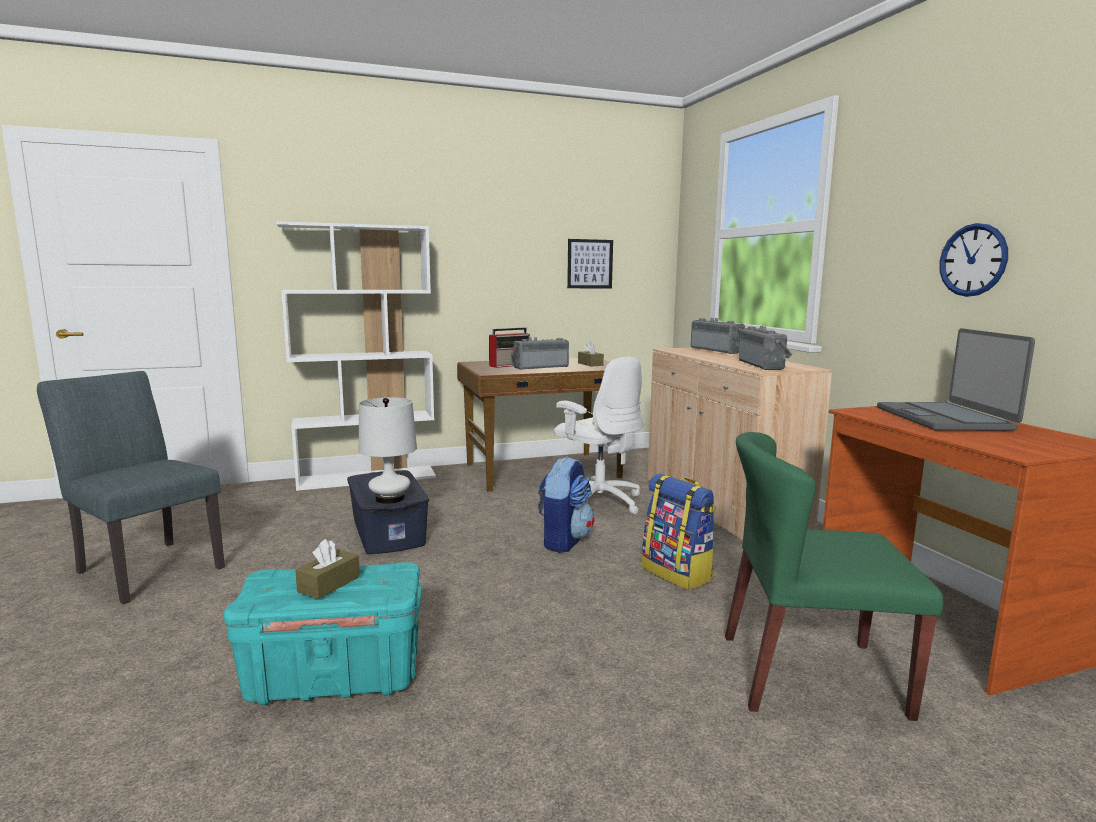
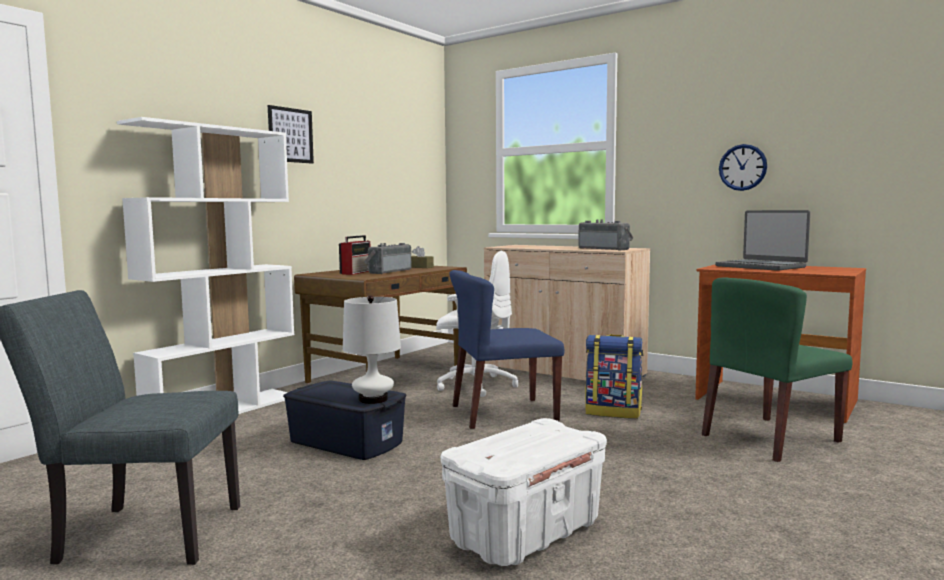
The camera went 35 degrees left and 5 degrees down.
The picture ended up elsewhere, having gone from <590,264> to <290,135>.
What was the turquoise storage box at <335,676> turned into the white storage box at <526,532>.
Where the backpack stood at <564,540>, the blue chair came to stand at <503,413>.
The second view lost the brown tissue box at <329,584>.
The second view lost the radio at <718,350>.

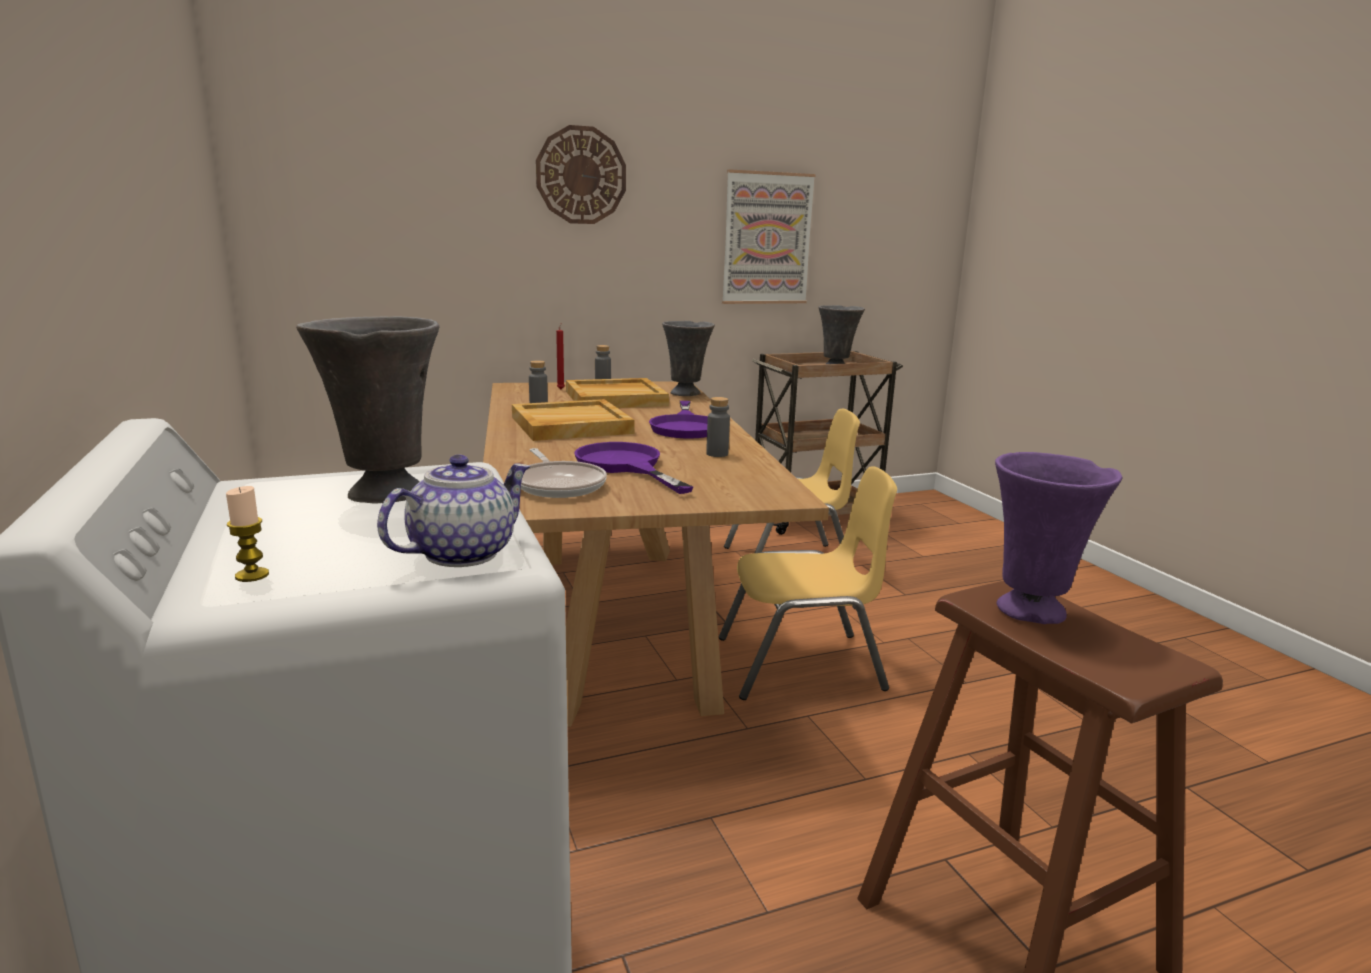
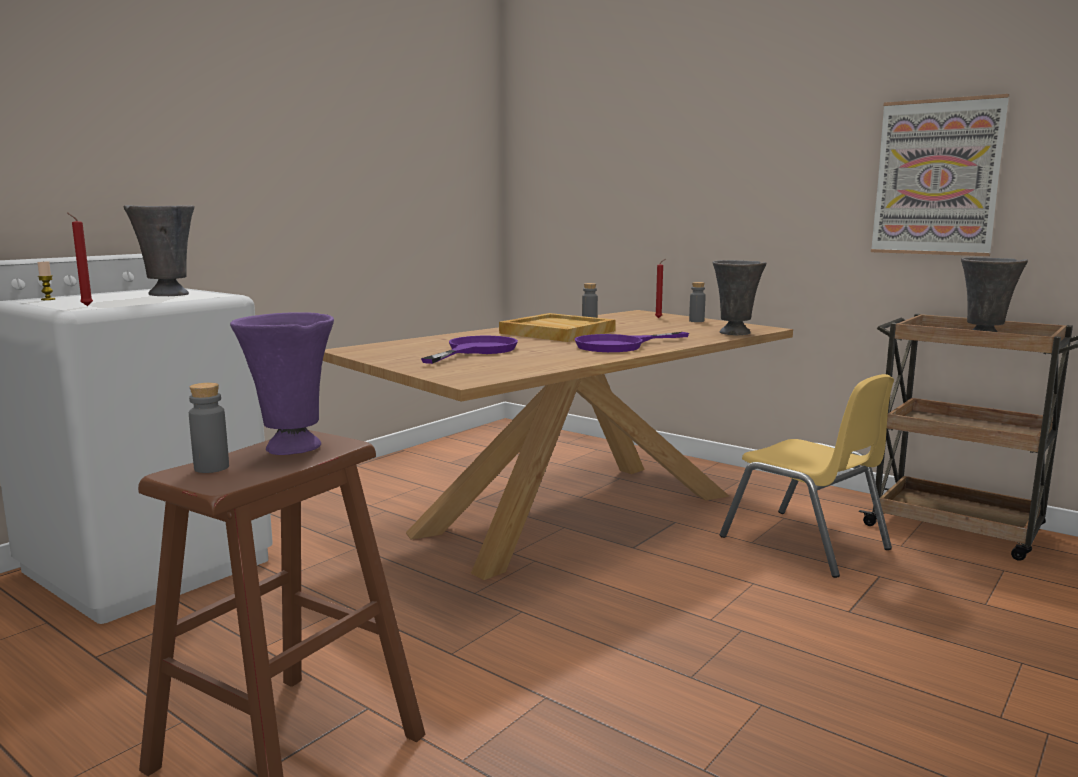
The camera went 60 degrees right and 5 degrees down.
Where the teapot stood at <462,553>, the red candle came to stand at <85,306>.
The grey bottle ended up elsewhere, having gone from <717,454> to <211,468>.
The second view lost the frying pan at <559,485>.
The second view lost the wall clock at <581,175>.
The second view lost the beige tray at <616,398>.
The second view lost the yellow chair at <801,665>.

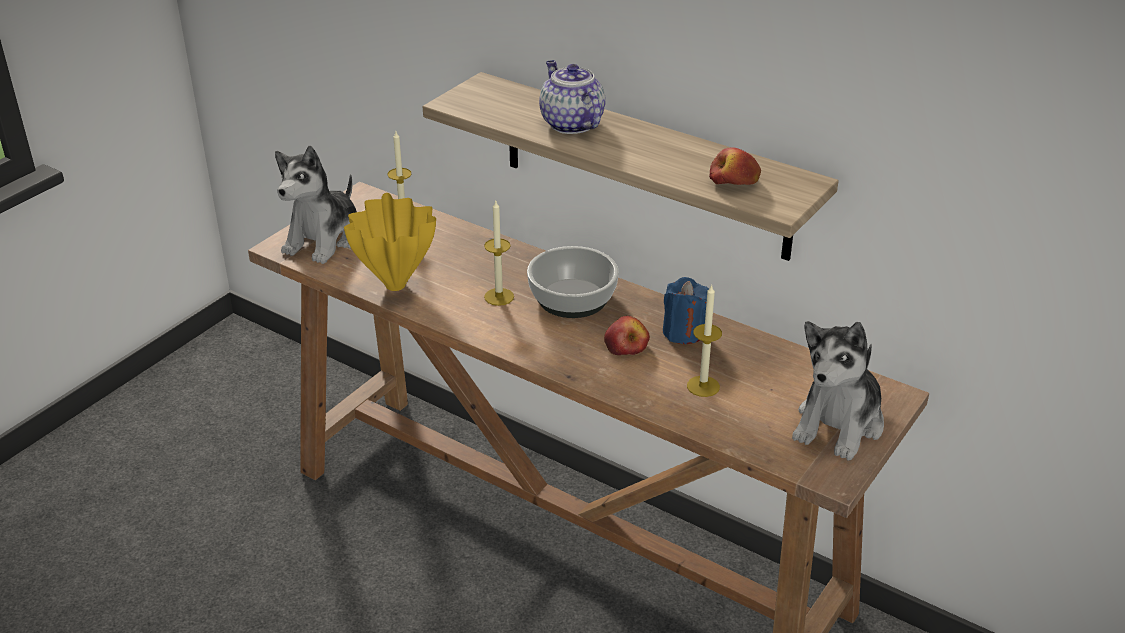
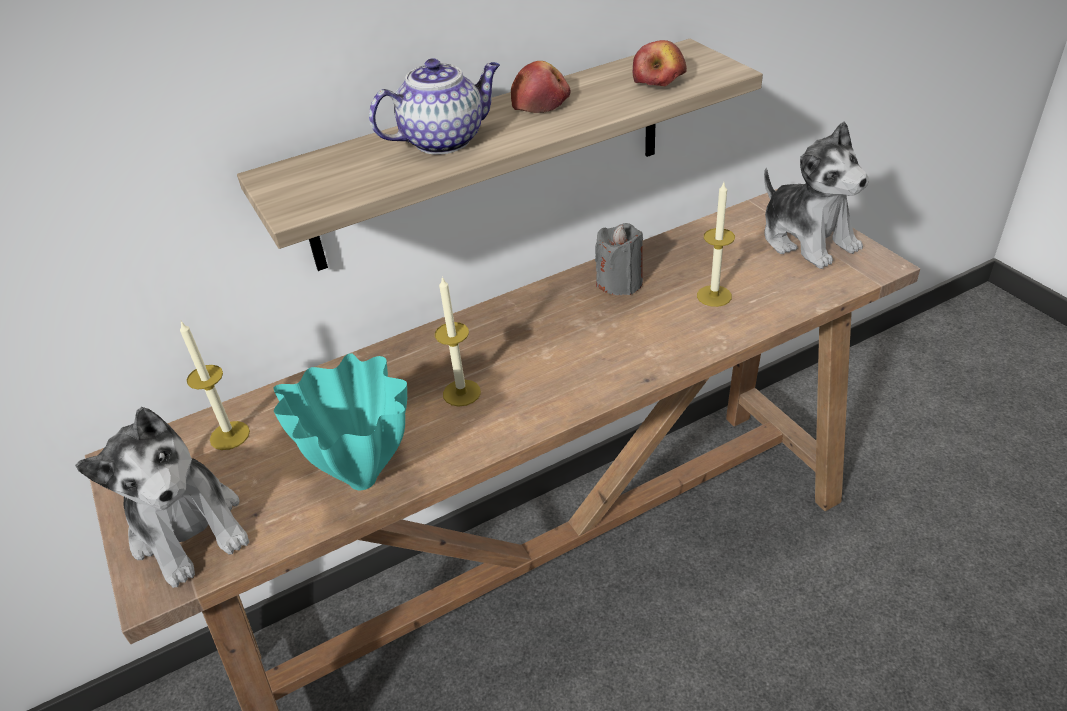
The camera went 60 degrees left and 5 degrees up.
What was the yellow vase at <395,286> turned into the turquoise vase at <365,480>.
The teapot at <570,123> ended up facing another way, 150 degrees clockwise from before.
The apple ended up elsewhere, having gone from <626,346> to <541,103>.
What was the blue candle at <683,332> turned into the grey candle at <620,282>.
The second view lost the bowl at <573,297>.

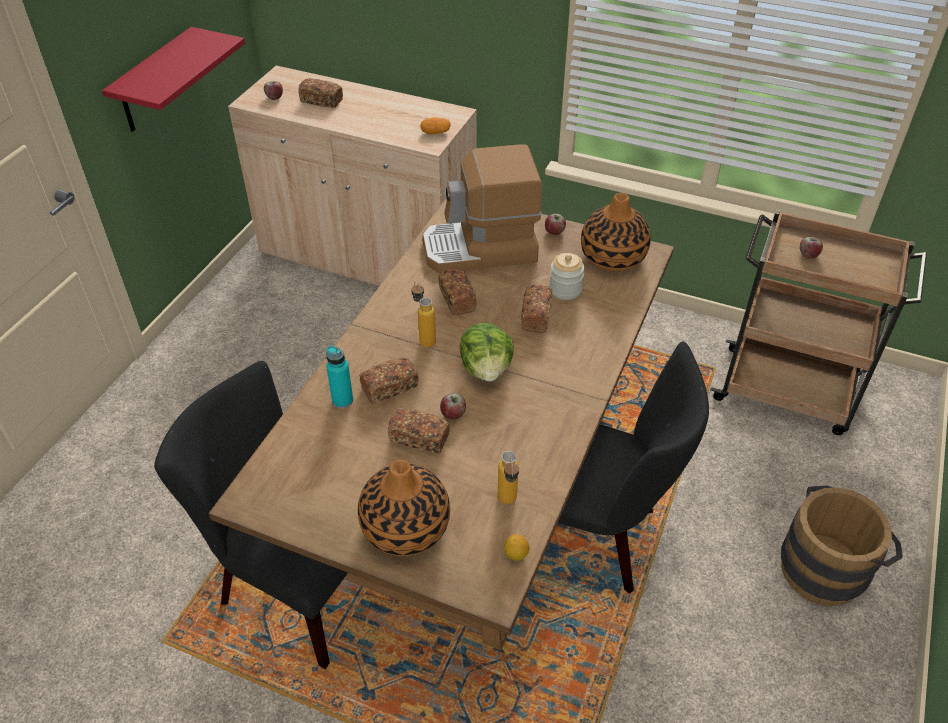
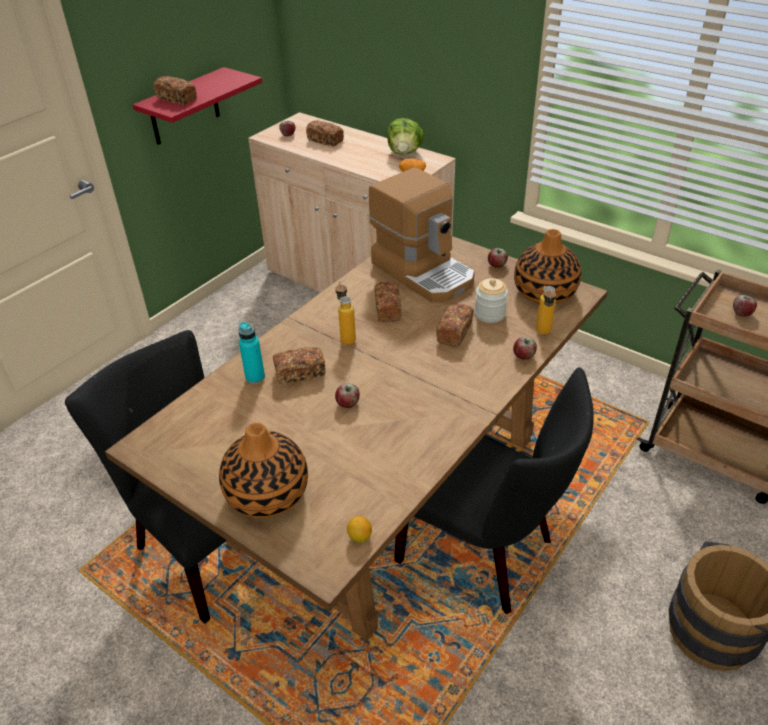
The camera went 15 degrees right and 5 degrees down.
The bread ended up elsewhere, having gone from <419,438> to <177,99>.
The coffee machine at <481,249> ended up facing another way, 135 degrees counterclockwise from before.
The lettuce ended up elsewhere, having gone from <486,369> to <405,153>.
The second view gained the apple at <524,356>.
The bottle ended up elsewhere, having gone from <508,503> to <543,334>.

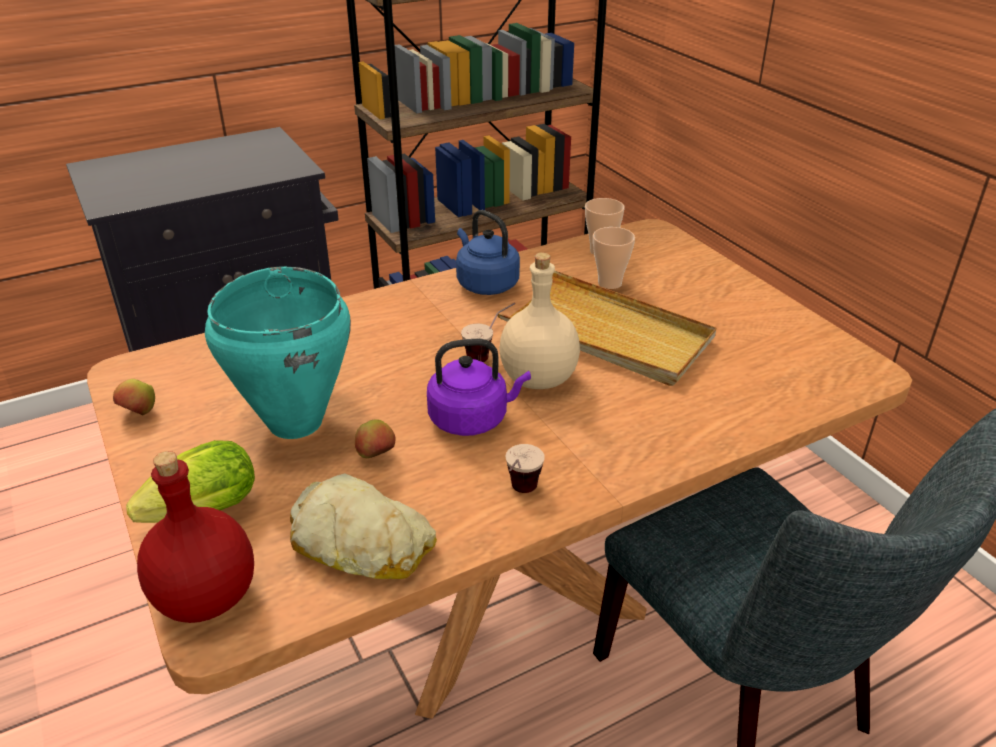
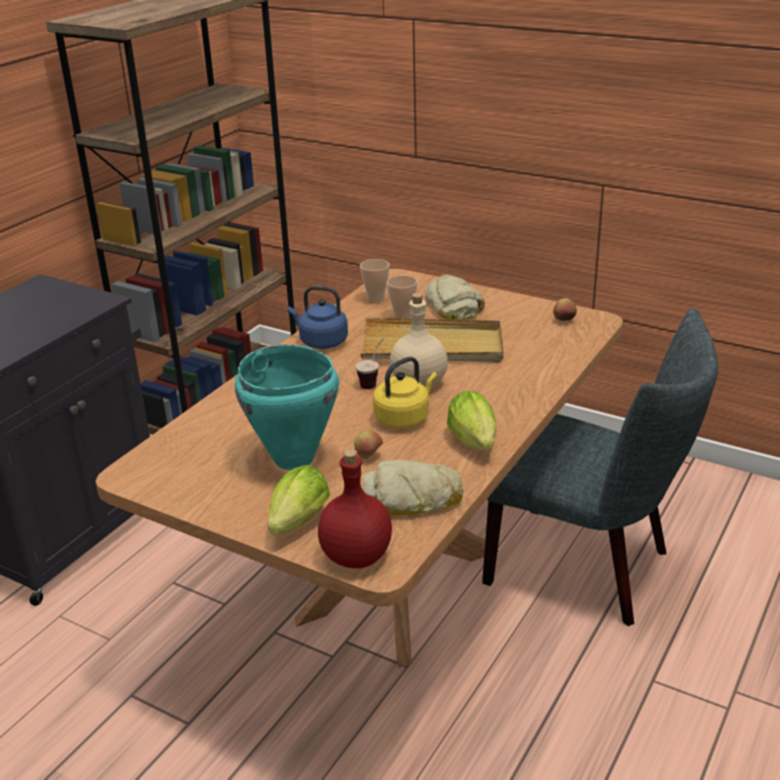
The camera went 30 degrees left and 5 degrees down.
What was the purple kettle at <472,419> turned into the yellow kettle at <404,418>.
The second view gained the bread at <453,306>.
Where the cup stood at <520,495>, the lettuce came to stand at <475,444>.
The apple ended up elsewhere, having gone from <139,413> to <564,320>.

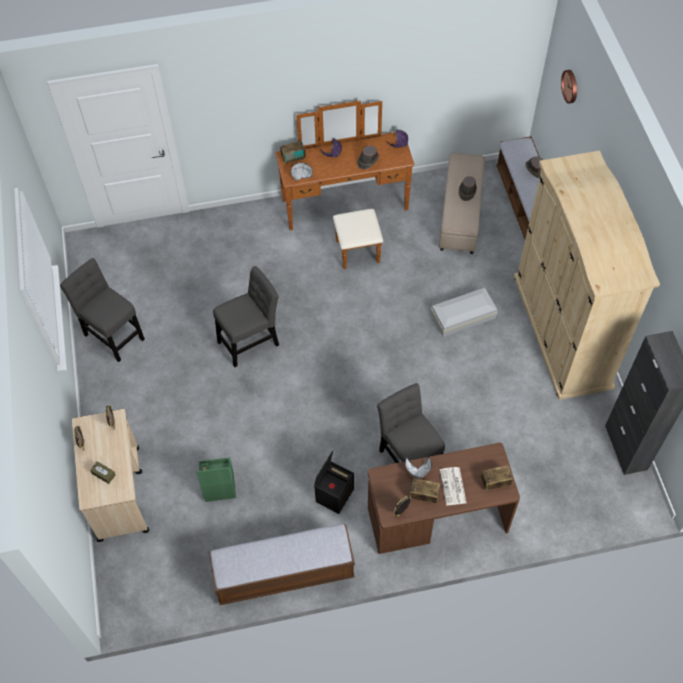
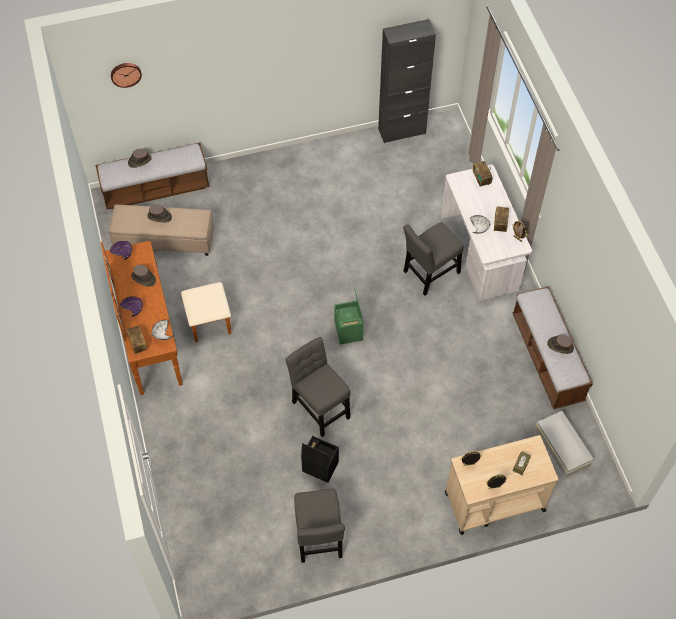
The camera went 95 degrees left and 0 degrees up.
The grey chair at <112,334> ended up facing another way, 45 degrees counterclockwise from before.
The black storage box ended up elsewhere, having gone from <334,494> to <319,467>.
The green storage box ended up elsewhere, having gone from <218,488> to <349,331>.
What was the brown desk at <437,518> turned into the white desk at <480,253>.
The white storage box ended up elsewhere, having gone from <464,316> to <562,446>.
The second view gained the brown hat at <560,346>.
The second view lost the newspaper at <453,487>.
The second view lost the beige wardrobe at <562,330>.

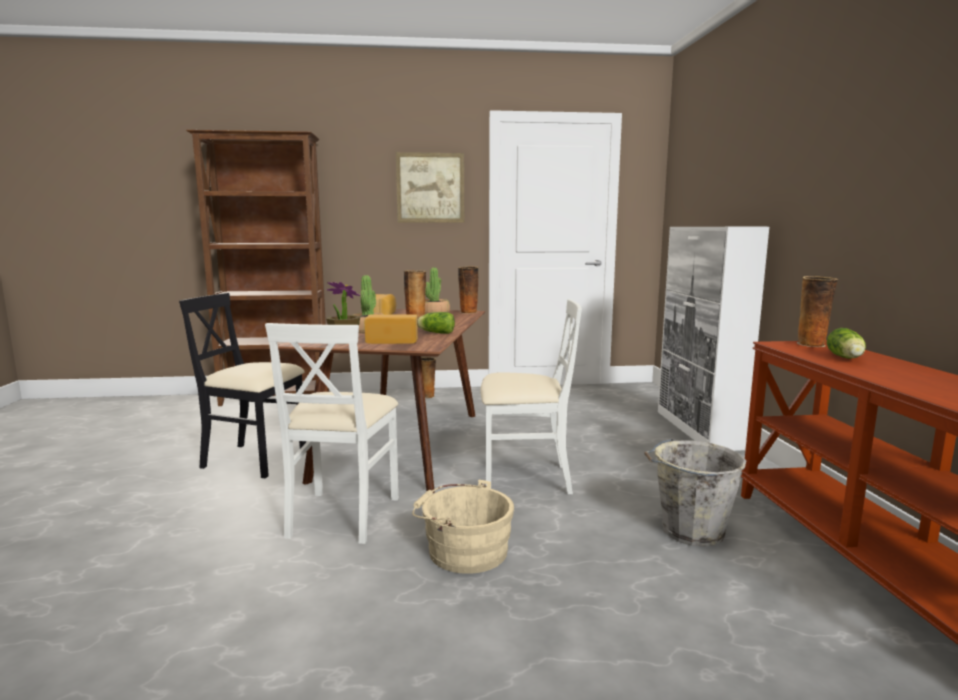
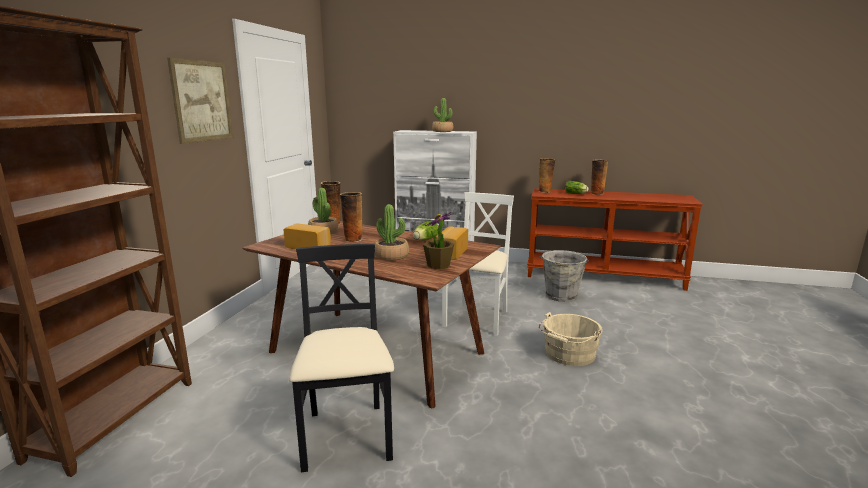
The camera went 70 degrees left and 5 degrees up.
The black chair at <255,459> ended up facing another way, 135 degrees clockwise from before.
The second view gained the potted plant at <442,131>.
The vase ended up elsewhere, having gone from <427,396> to <596,193>.
The second view lost the white chair at <342,515>.

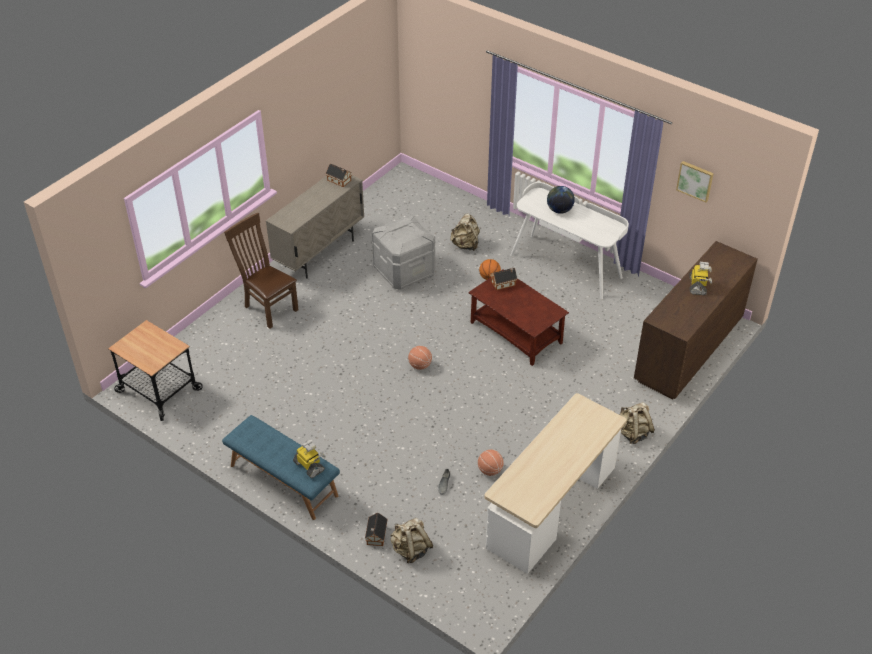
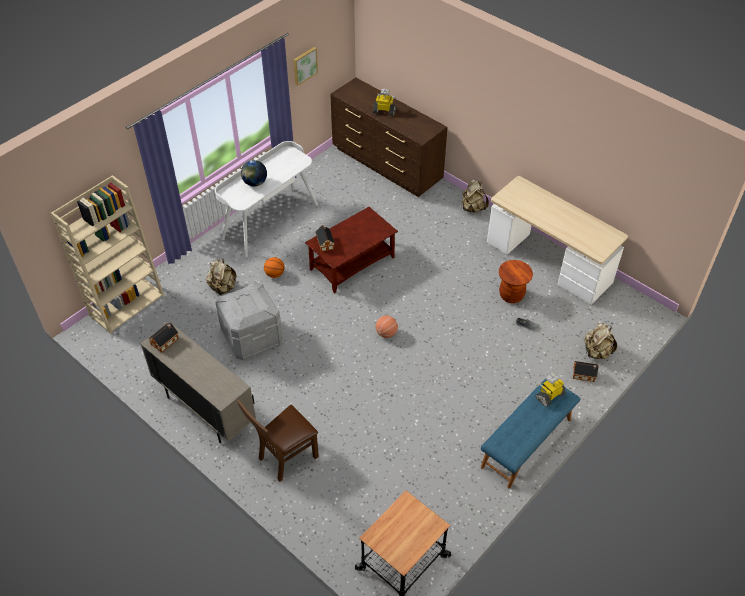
The camera went 85 degrees left and 5 degrees up.
The second view gained the beige bookcase at <127,304>.
Where the basketball stood at <490,470>, the brown stool came to stand at <511,295>.

